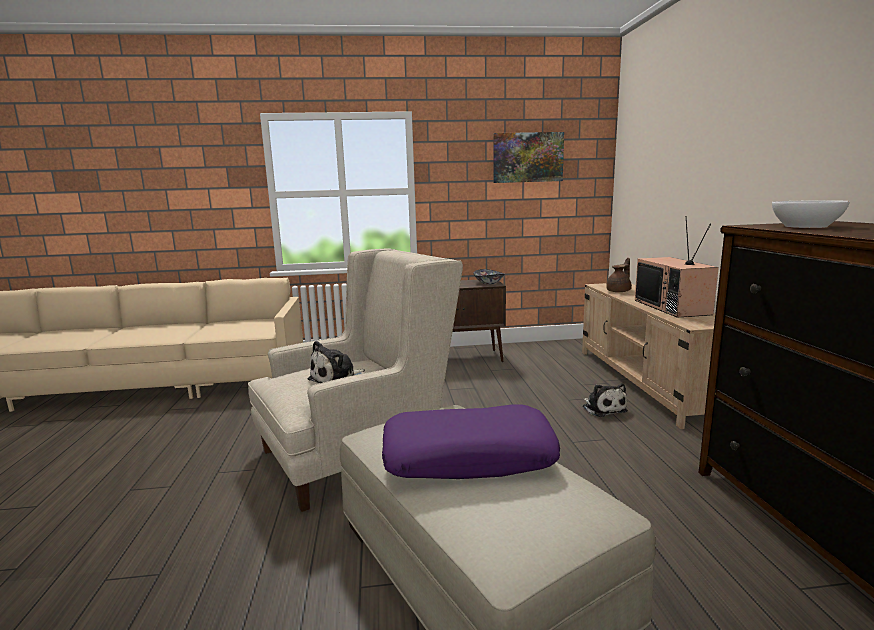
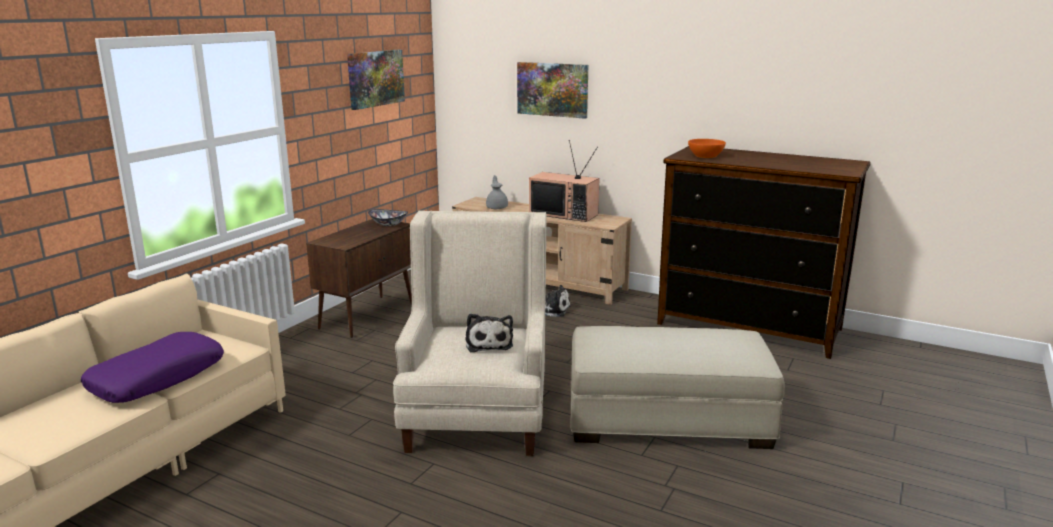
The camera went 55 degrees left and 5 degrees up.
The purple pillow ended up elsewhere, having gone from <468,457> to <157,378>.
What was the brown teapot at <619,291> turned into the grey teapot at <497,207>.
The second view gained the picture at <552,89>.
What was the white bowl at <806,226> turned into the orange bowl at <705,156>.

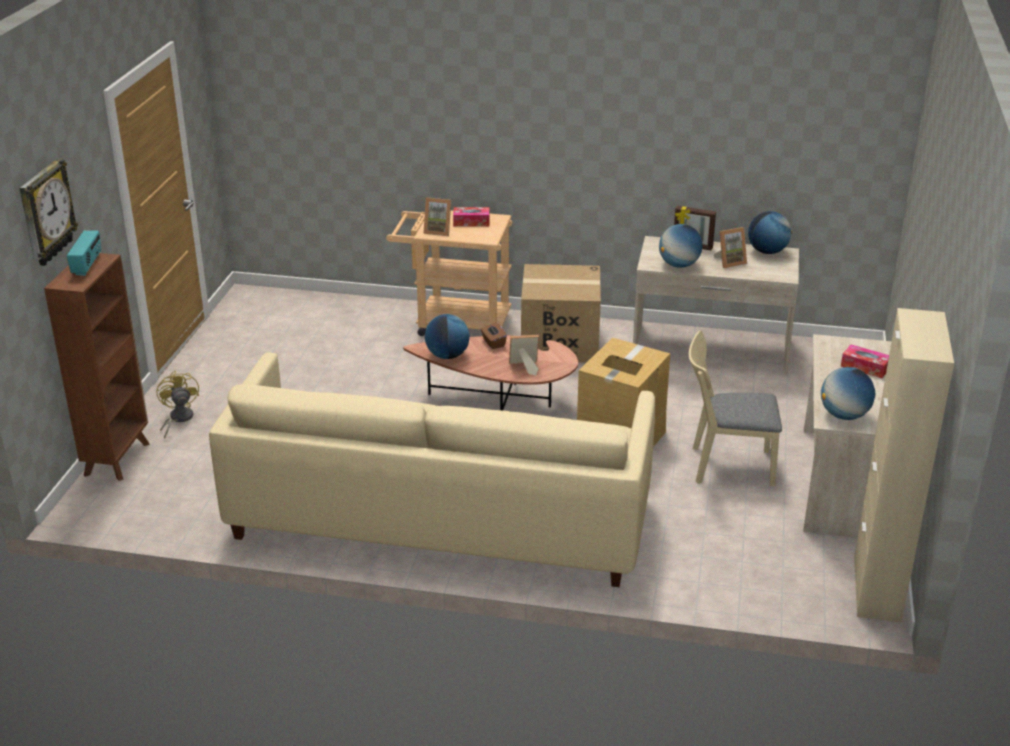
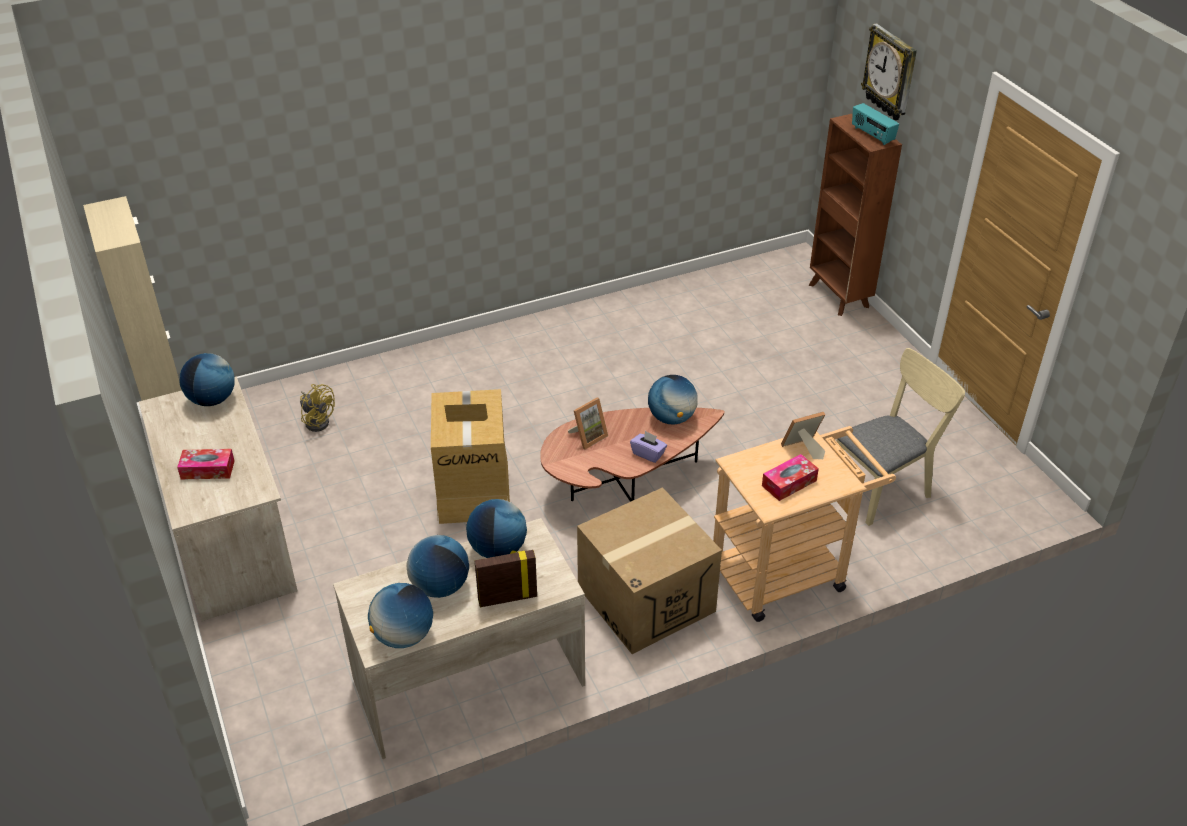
The camera went 145 degrees right and 10 degrees up.
The yellow fan ended up elsewhere, having gone from <178,419> to <317,420>.
Where the picture frame stood at <729,262>, the globe came to stand at <440,586>.
What was the brown tissue box at <493,343> turned into the purple tissue box at <648,454>.
The beige chair ended up elsewhere, having gone from <725,466> to <884,488>.
The second view lost the beige sofa at <440,517>.

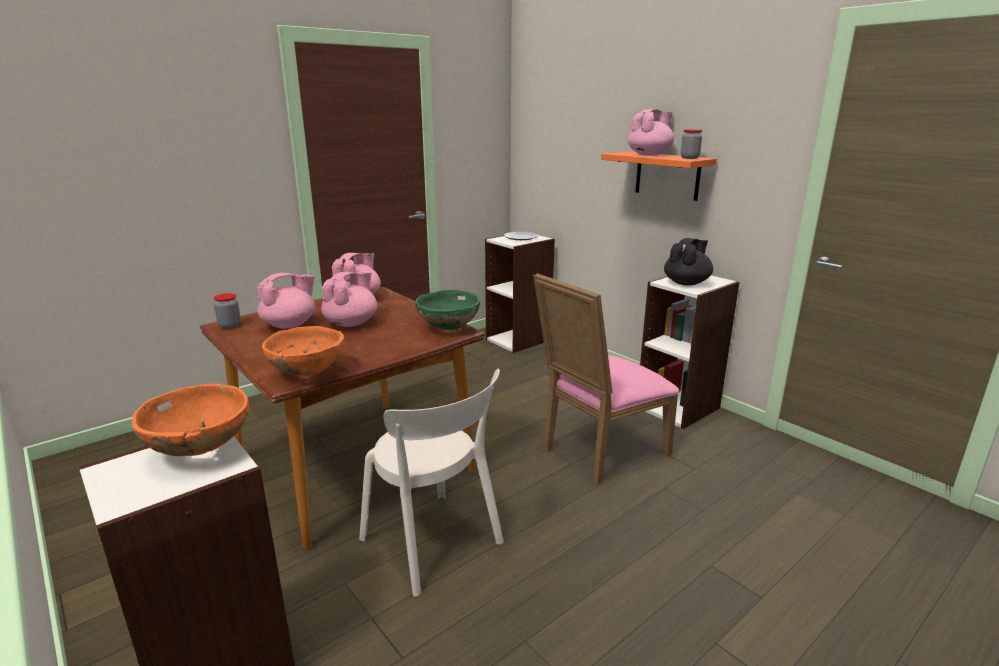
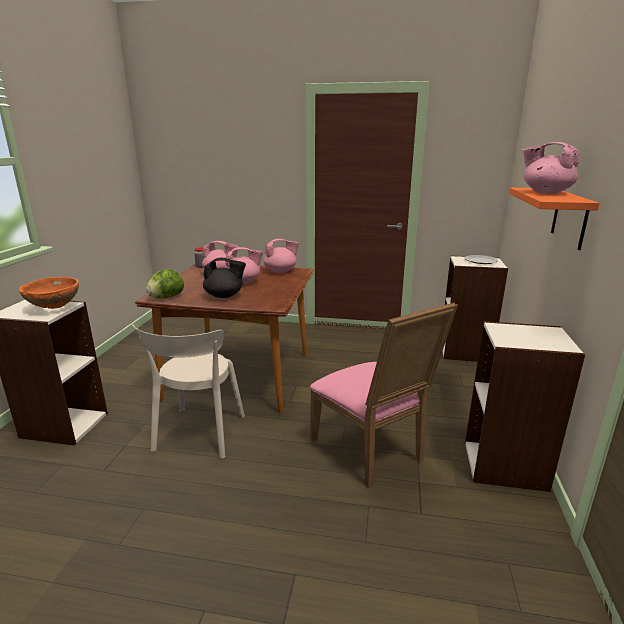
The camera went 50 degrees right and 0 degrees up.
Where the orange bowl stood at <307,373>, the lettuce came to stand at <166,297>.
The black teapot ended up elsewhere, having gone from <687,283> to <224,296>.
The pink chair at <598,452> ended up facing another way, 135 degrees counterclockwise from before.
The pink teapot at <650,155> ended up facing another way, 150 degrees counterclockwise from before.
The second view lost the green bowl at <448,328>.
The second view lost the jar at <689,158>.

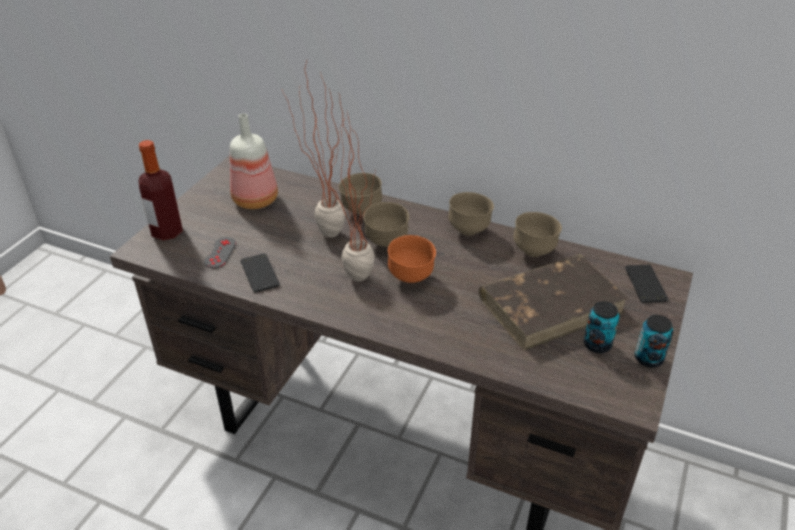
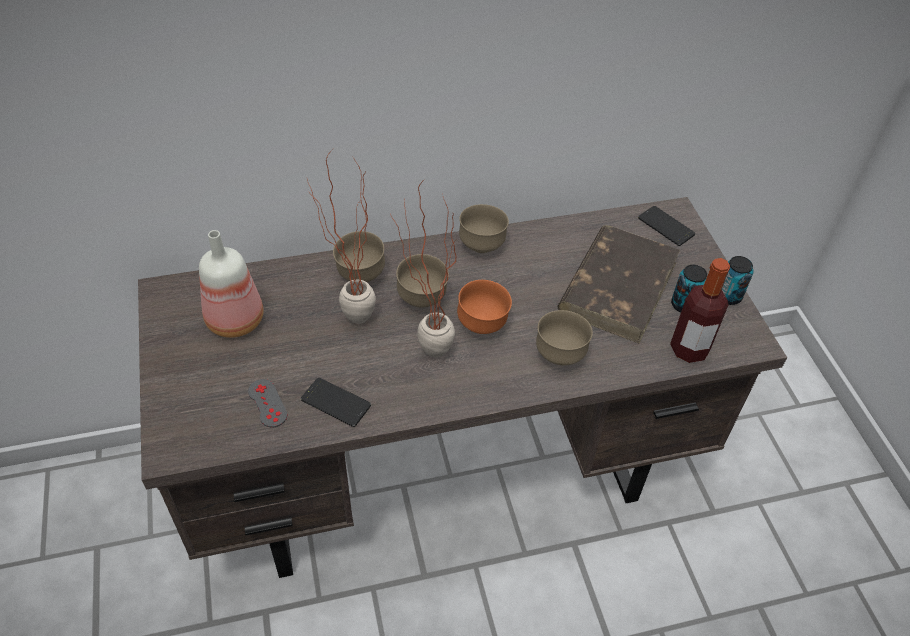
The camera went 40 degrees left and 10 degrees up.
The brown bowl ended up elsewhere, having gone from <534,251> to <560,355>.
The bottle ended up elsewhere, having gone from <167,232> to <689,349>.

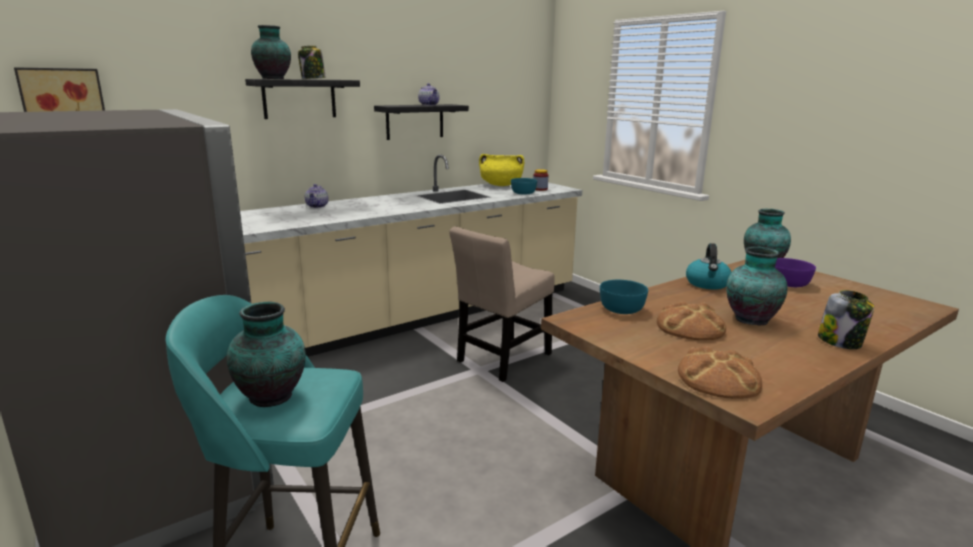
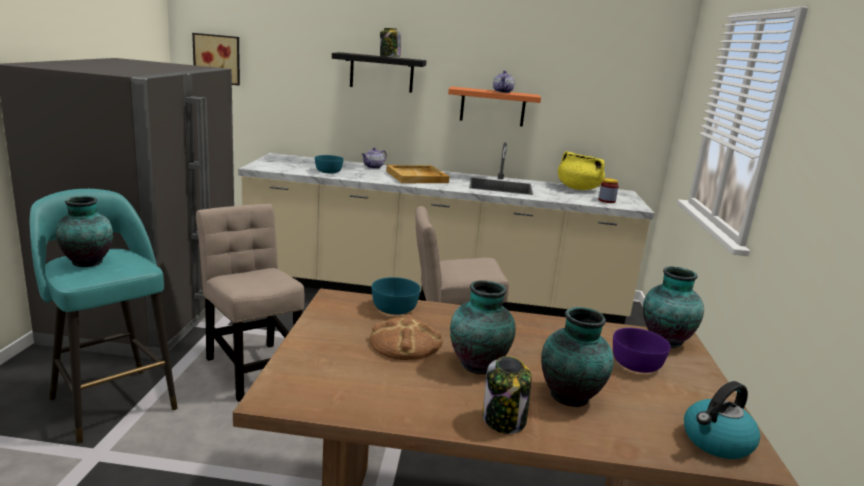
The camera went 40 degrees right and 0 degrees up.
The second view gained the beige chair at <252,367>.
The turquoise bowl ended up elsewhere, having gone from <523,193> to <328,171>.
The second view gained the beige tray at <417,177>.
What was the black shelf at <415,121> turned into the orange shelf at <492,107>.
The vase ended up elsewhere, having gone from <274,79> to <571,397>.
The kettle ended up elsewhere, having gone from <707,284> to <716,442>.
The second view lost the bread at <718,378>.

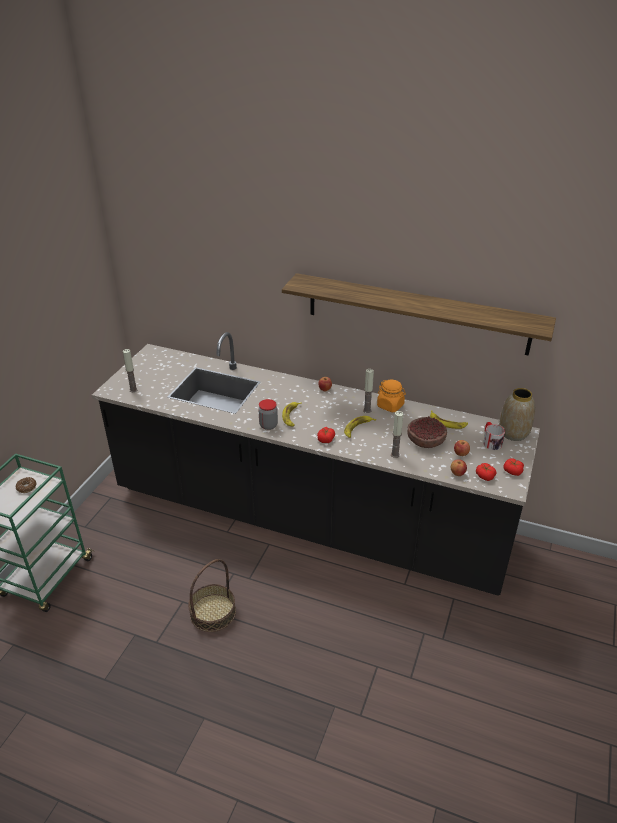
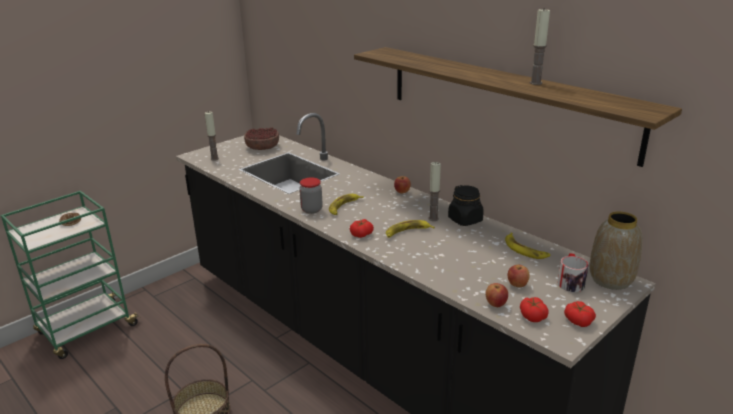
The camera went 25 degrees right and 10 degrees down.
The bowl ended up elsewhere, having gone from <426,440> to <263,147>.
What was the orange jar at <390,406> turned into the black jar at <465,220>.
The candle ended up elsewhere, having gone from <395,454> to <536,83>.

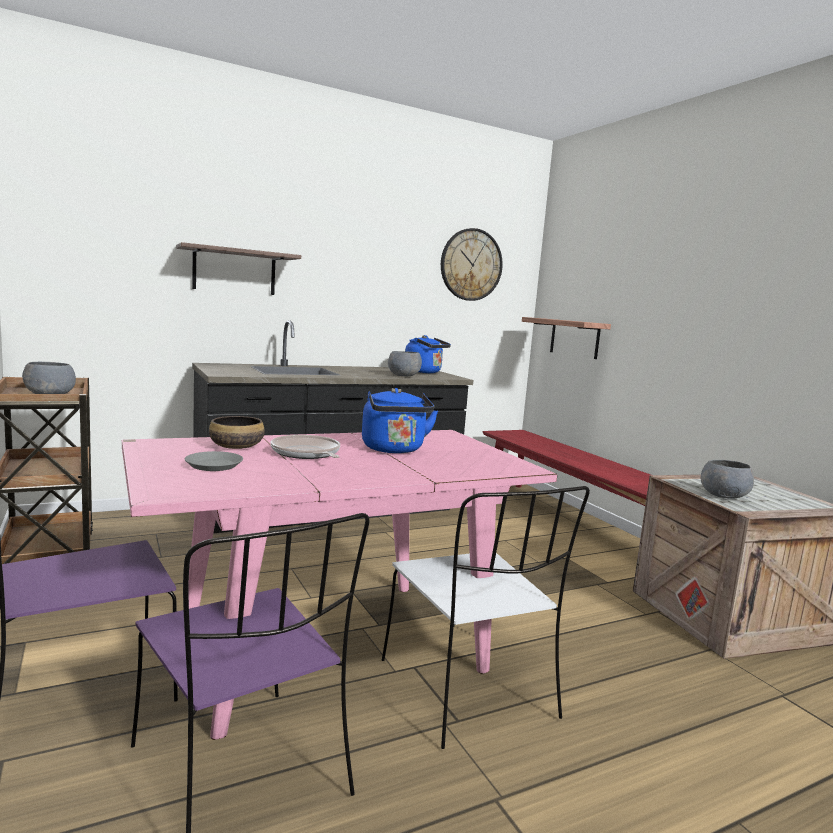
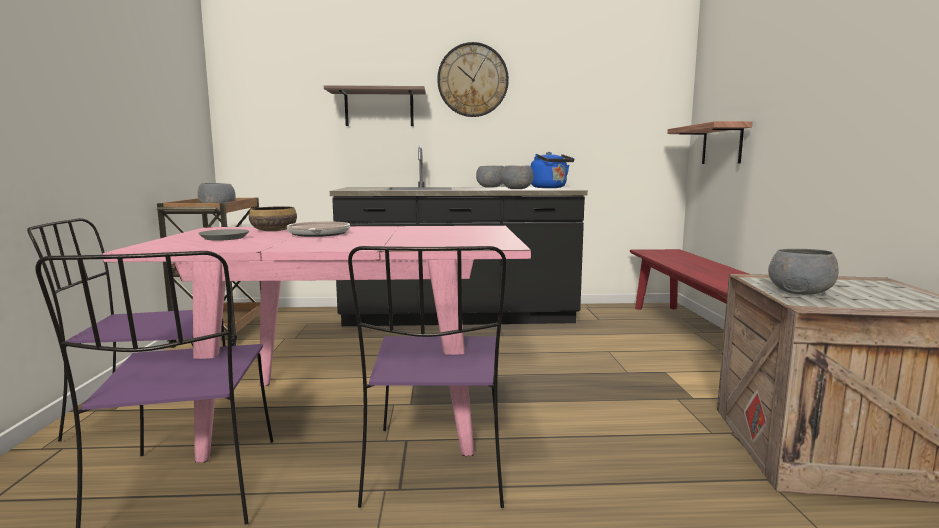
The camera went 25 degrees right and 0 degrees up.
What was the white chair at <469,691> turned into the purple chair at <436,468>.
The wall clock ended up elsewhere, having gone from <471,265> to <472,80>.
The second view gained the grey bowl at <490,187>.
The second view lost the blue kettle at <394,450>.

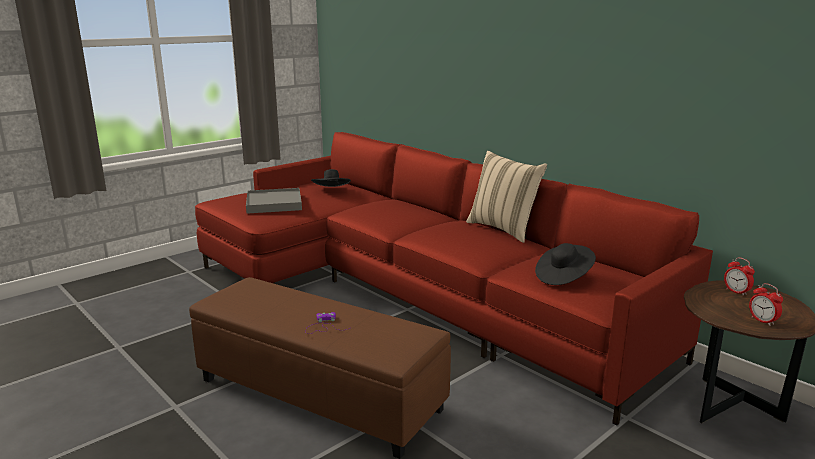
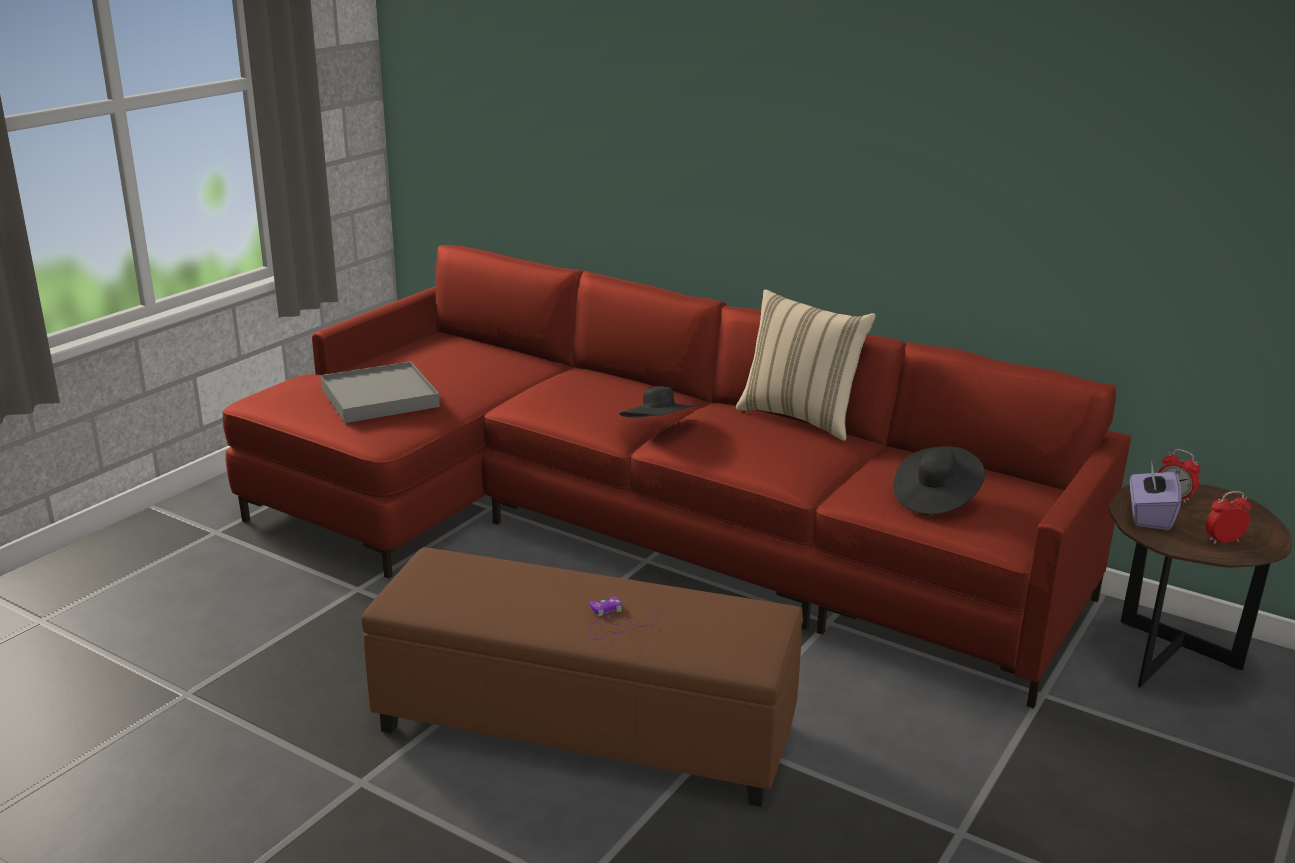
The camera went 15 degrees left and 5 degrees up.
The black hat ended up elsewhere, having gone from <331,191> to <659,429>.
The second view gained the purple tissue box at <1149,516>.
The alarm clock at <762,321> ended up facing another way, 120 degrees clockwise from before.

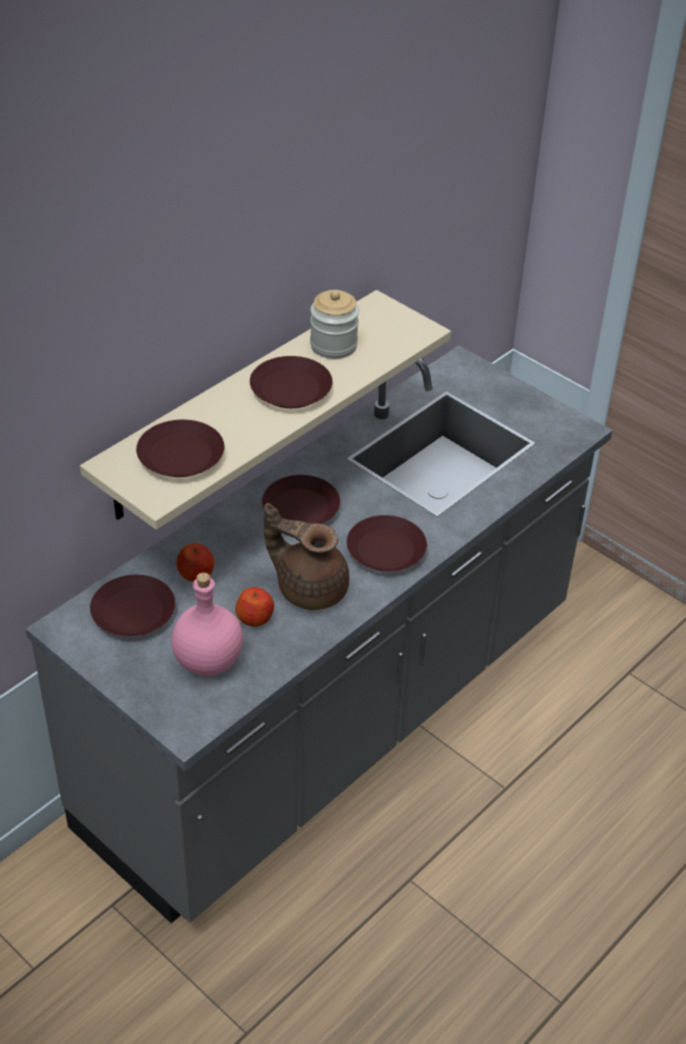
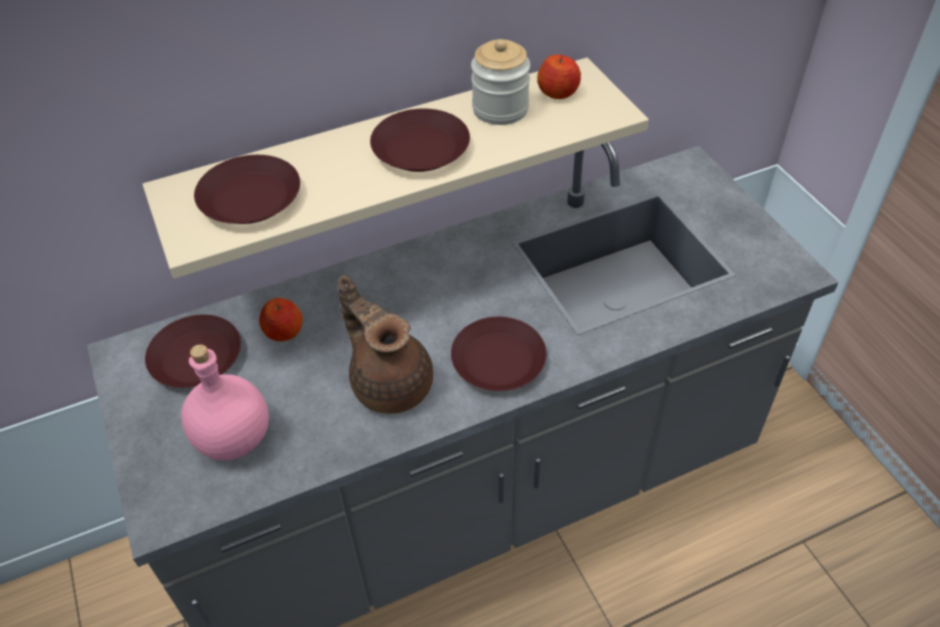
The camera went 25 degrees right and 5 degrees up.
The apple ended up elsewhere, having gone from <255,618> to <558,92>.
The second view lost the brown plate at <301,509>.

